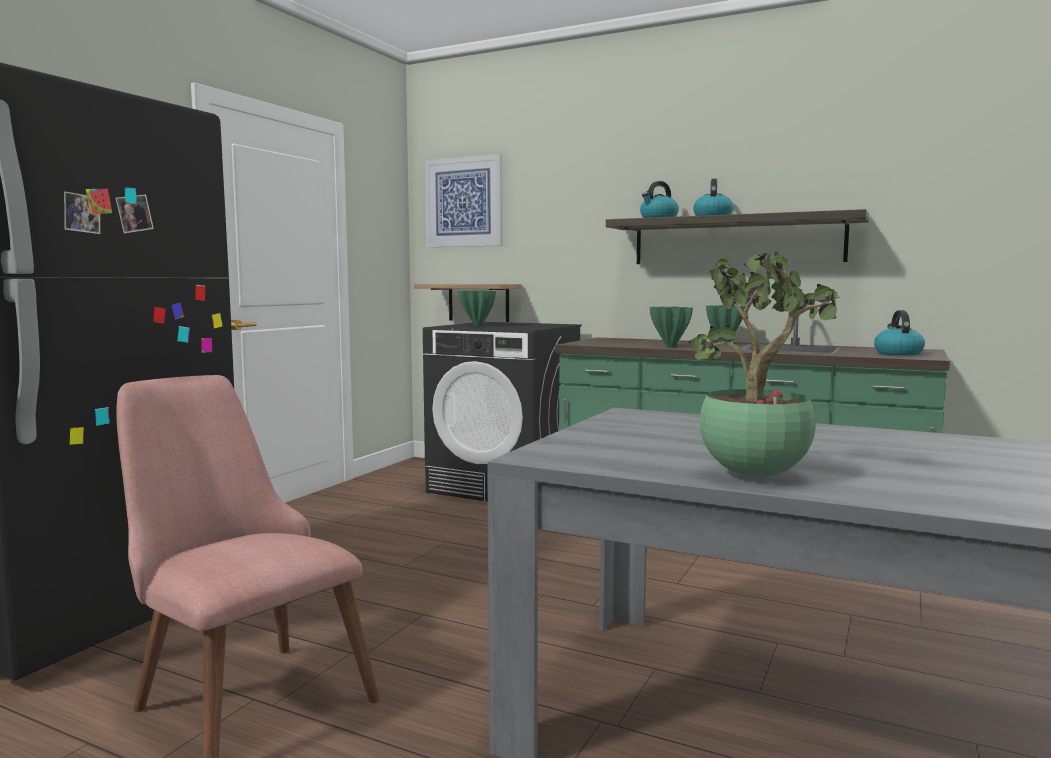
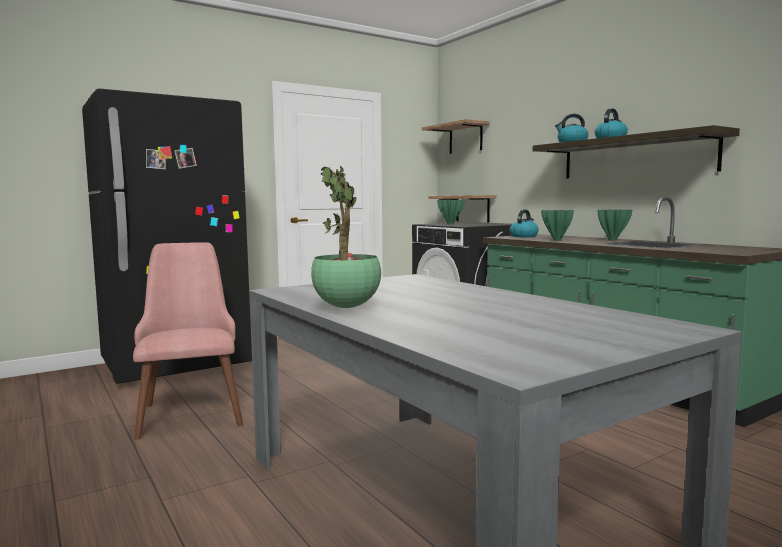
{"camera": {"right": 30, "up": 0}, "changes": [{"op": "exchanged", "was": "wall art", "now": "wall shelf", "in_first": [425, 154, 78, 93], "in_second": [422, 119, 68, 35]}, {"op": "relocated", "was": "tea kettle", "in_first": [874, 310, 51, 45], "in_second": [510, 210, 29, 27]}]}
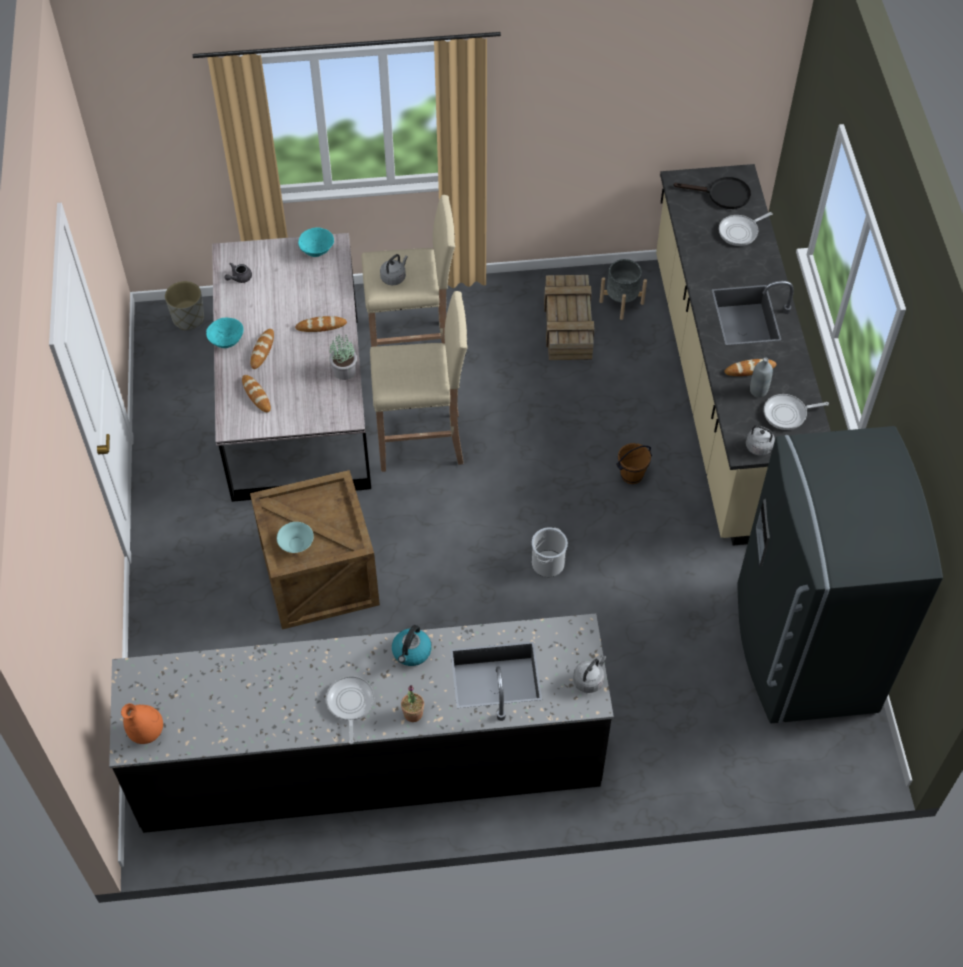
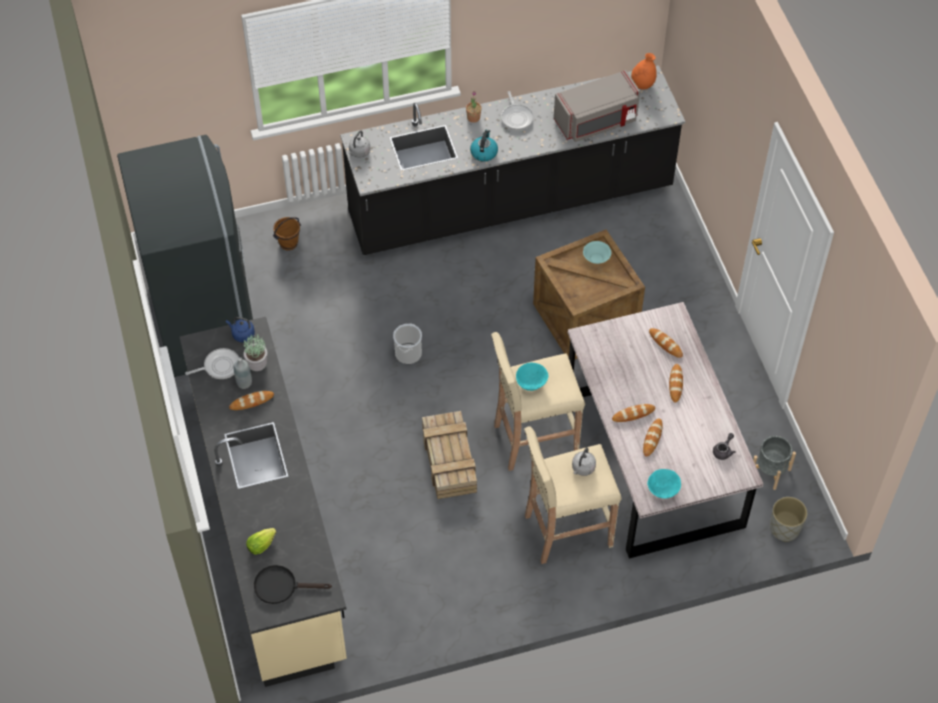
{"camera": {"right": 170, "up": 0}, "changes": [{"op": "relocated", "was": "turquoise-coloured deep dish", "in_first": [206, 318, 38, 30], "in_second": [516, 363, 32, 28]}, {"op": "relocated", "was": "plant in a pot", "in_first": [329, 335, 28, 45], "in_second": [243, 335, 24, 36]}, {"op": "relocated", "was": "shipping crate", "in_first": [544, 275, 50, 85], "in_second": [422, 411, 55, 88]}, {"op": "relocated", "was": "grey plant pot", "in_first": [600, 259, 47, 61], "in_second": [753, 436, 43, 54]}, {"op": "relocated", "was": "brown-coloured water bucket", "in_first": [616, 443, 36, 41], "in_second": [273, 217, 28, 33]}, {"op": "exchanged", "was": "skillet", "now": "head of lettuce", "in_first": [719, 212, 54, 34], "in_second": [246, 528, 30, 27]}, {"op": "colour", "was": "grey tea kettle", "now": "blue-coloured tea kettle", "in_first": [746, 425, 29, 31], "in_second": [226, 317, 29, 25]}, {"op": "appeared", "now": "grey microwave", "in_second": [554, 70, 86, 72]}, {"op": "appeared", "now": "bakery bread", "in_second": [643, 419, 20, 38]}]}
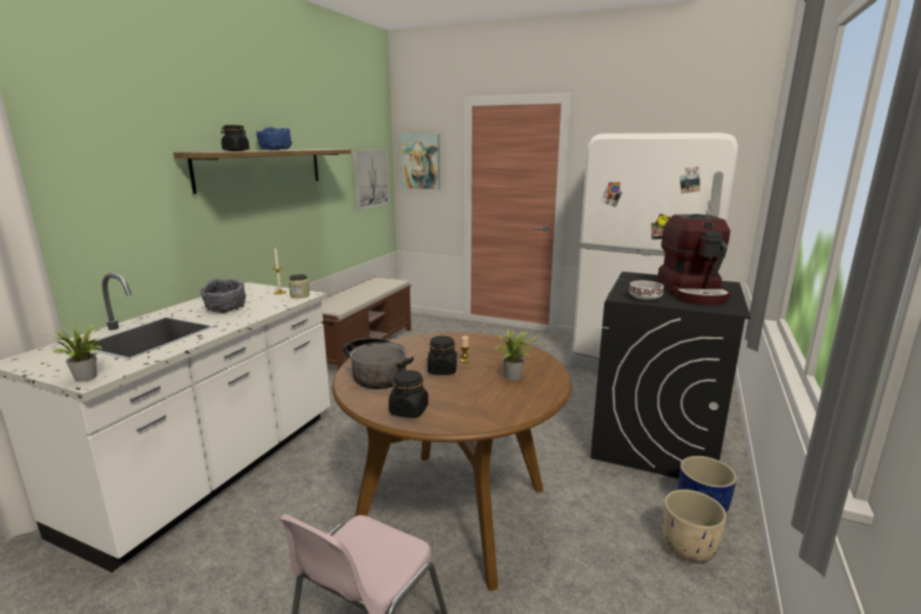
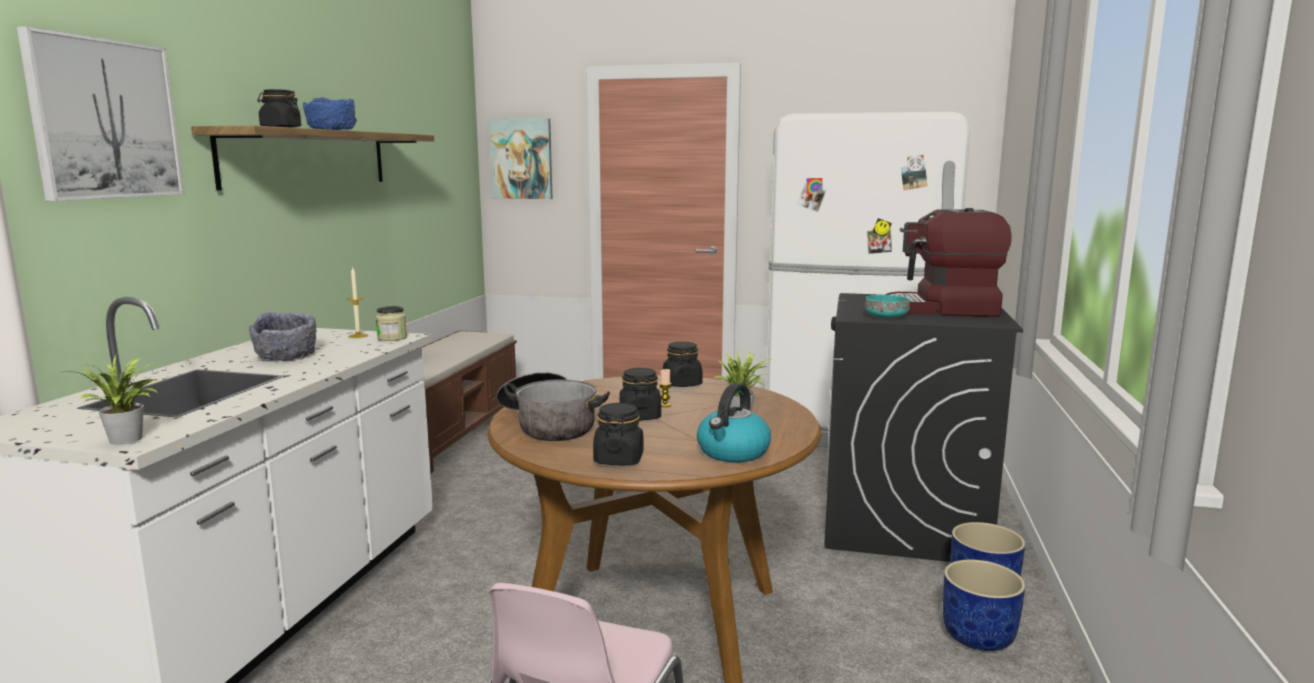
{"camera": {"right": -10, "up": -5}, "changes": [{"op": "relocated", "was": "wall art", "in_first": [353, 150, 37, 60], "in_second": [17, 26, 168, 175]}, {"op": "colour", "was": "white-coloured deep dish", "now": "turquoise-coloured deep dish", "in_first": [629, 280, 35, 20], "in_second": [865, 295, 45, 23]}, {"op": "spun", "was": "coffee maker", "in_first": [657, 214, 75, 92], "in_second": [885, 208, 127, 109], "clockwise": 105}, {"op": "colour", "was": "beige plant pot", "now": "blue-coloured plant pot", "in_first": [662, 489, 65, 74], "in_second": [943, 559, 82, 92]}, {"op": "appeared", "now": "black jar", "in_second": [663, 342, 39, 45]}, {"op": "appeared", "now": "tea kettle", "in_second": [697, 383, 74, 79]}]}
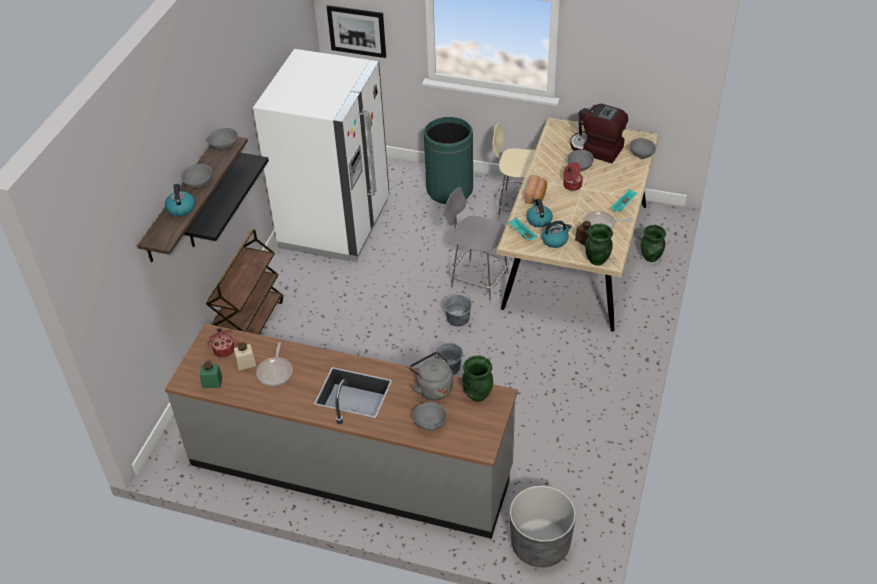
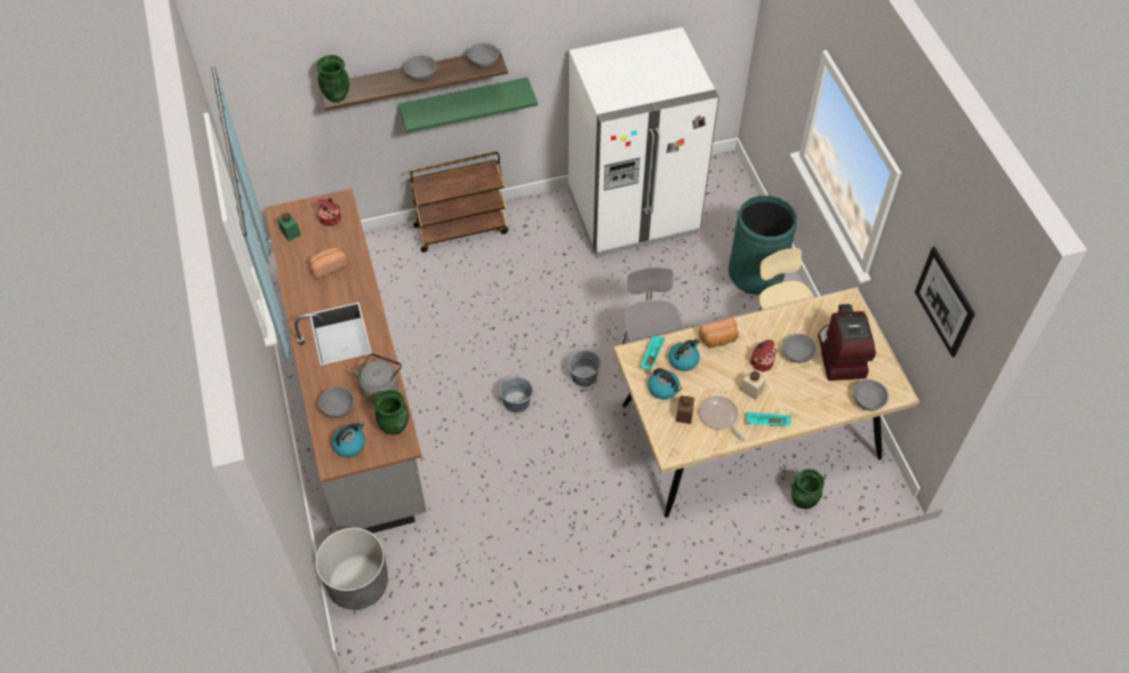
{"camera": {"right": 55, "up": 10}, "changes": [{"op": "relocated", "was": "tea kettle", "in_first": [165, 184, 30, 32], "in_second": [332, 421, 33, 36]}, {"op": "colour", "was": "black wall shelf", "now": "green-coloured wall shelf", "in_first": [184, 153, 85, 94], "in_second": [399, 77, 139, 56]}, {"op": "relocated", "was": "beige jar", "in_first": [234, 343, 22, 28], "in_second": [740, 370, 26, 30]}, {"op": "exchanged", "was": "skillet", "now": "bakery bread", "in_first": [256, 342, 37, 44], "in_second": [309, 247, 39, 32]}, {"op": "relocated", "was": "wall art", "in_first": [327, 5, 59, 53], "in_second": [915, 246, 60, 112]}, {"op": "relocated", "was": "green-coloured flower vase", "in_first": [585, 224, 28, 42], "in_second": [316, 55, 33, 48]}]}
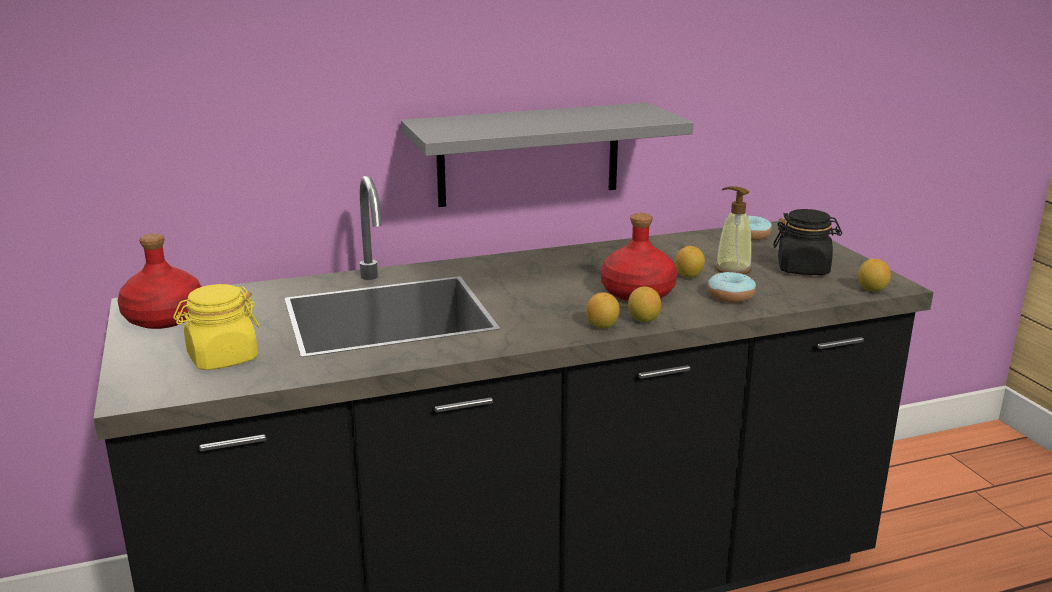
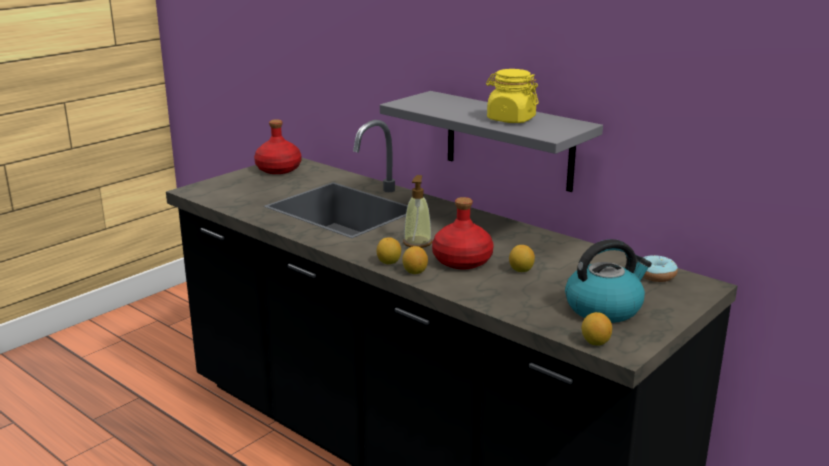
{"camera": {"right": 60, "up": 0}, "changes": [{"op": "relocated", "was": "yellowish jar", "in_first": [173, 284, 87, 86], "in_second": [486, 69, 53, 54]}, {"op": "missing", "was": "doughnut", "in_first": [707, 272, 49, 31]}, {"op": "relocated", "was": "soap dispenser", "in_first": [715, 186, 37, 88], "in_second": [403, 175, 29, 73]}, {"op": "exchanged", "was": "black jar", "now": "tea kettle", "in_first": [773, 209, 69, 66], "in_second": [565, 239, 87, 84]}]}
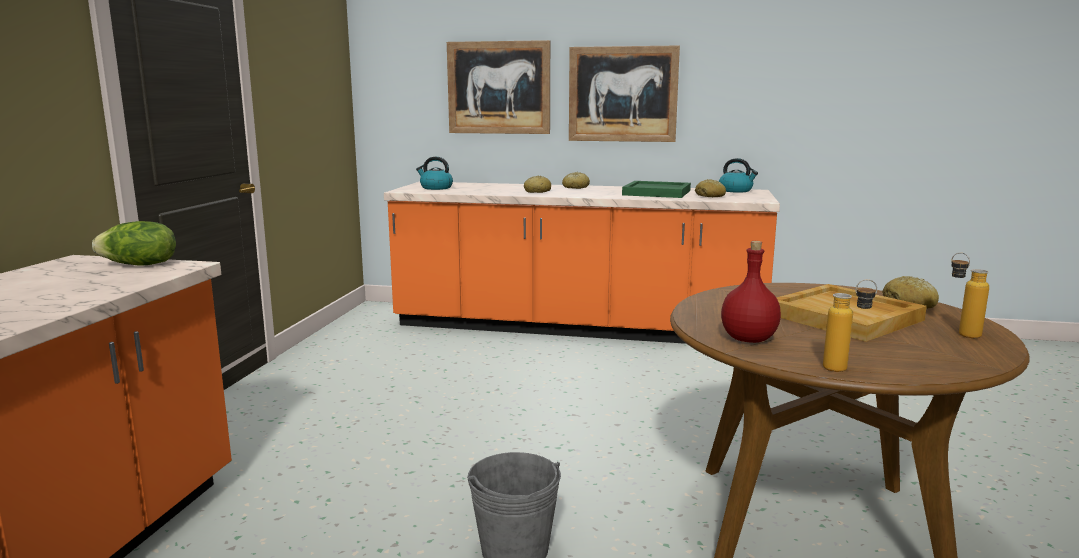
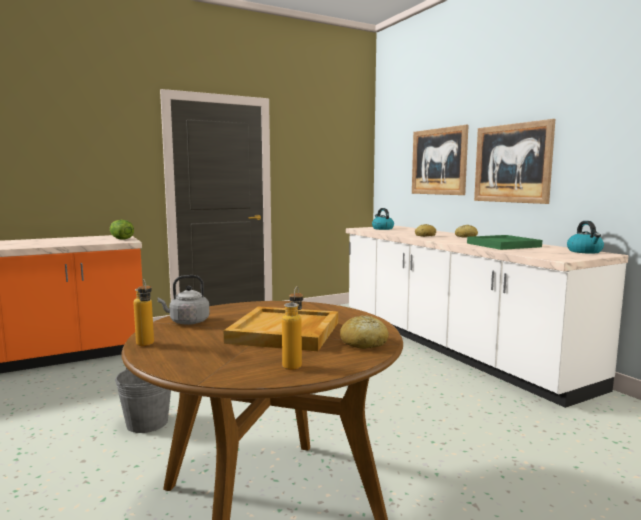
{"camera": {"right": 50, "up": -5}, "changes": [{"op": "colour", "was": "orange-coloured kitchen base unit", "now": "white-coloured kitchen base unit", "in_first": [384, 181, 396, 163], "in_second": [346, 226, 283, 182]}, {"op": "missing", "was": "bakery bread", "in_first": [695, 179, 31, 18]}, {"op": "exchanged", "was": "red drink bottle", "now": "grey tea kettle", "in_first": [721, 241, 60, 102], "in_second": [157, 275, 53, 50]}]}
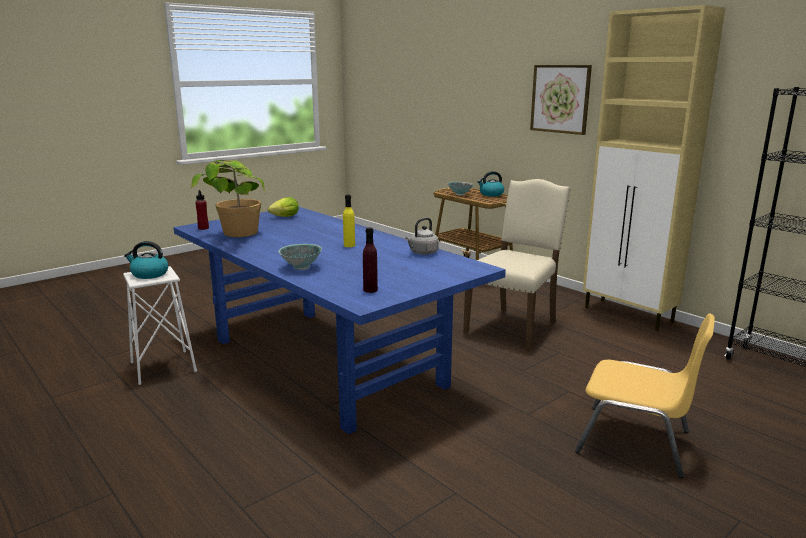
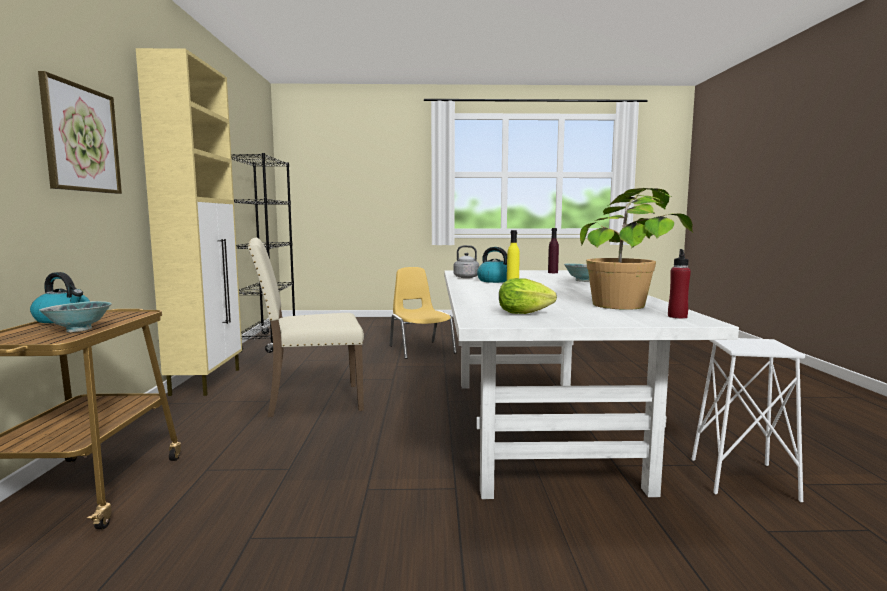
{"camera": {"right": -140, "up": -10}, "changes": [{"op": "relocated", "was": "tea kettle", "in_first": [124, 241, 44, 38], "in_second": [477, 247, 30, 36]}, {"op": "colour", "was": "blue-coloured dining table", "now": "white-coloured dining table", "in_first": [173, 207, 333, 227], "in_second": [444, 270, 295, 229]}]}
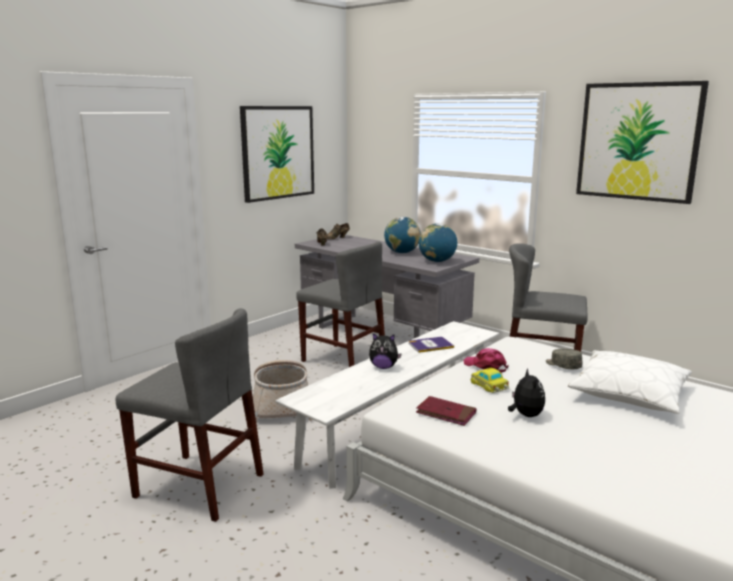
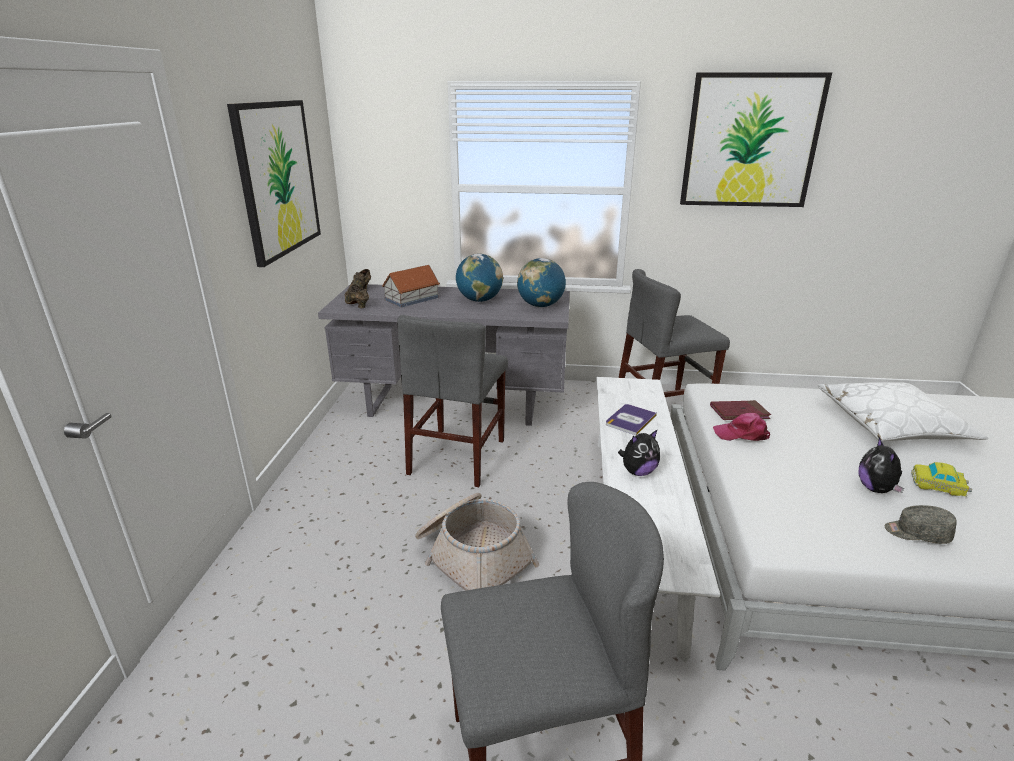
{"camera": {"right": -35, "up": 10}, "changes": [{"op": "spun", "was": "grey upright chair", "in_first": [296, 241, 89, 126], "in_second": [397, 315, 111, 172], "clockwise": 105}, {"op": "relocated", "was": "red book", "in_first": [416, 396, 61, 30], "in_second": [710, 400, 61, 20]}, {"op": "relocated", "was": "miniature car", "in_first": [470, 367, 39, 26], "in_second": [911, 462, 61, 35]}, {"op": "spun", "was": "cuddly toy", "in_first": [508, 369, 37, 48], "in_second": [858, 437, 46, 57], "clockwise": -135}, {"op": "relocated", "was": "grey cap", "in_first": [546, 349, 36, 20], "in_second": [885, 505, 72, 39]}, {"op": "appeared", "now": "model house", "in_second": [382, 265, 58, 42]}]}
